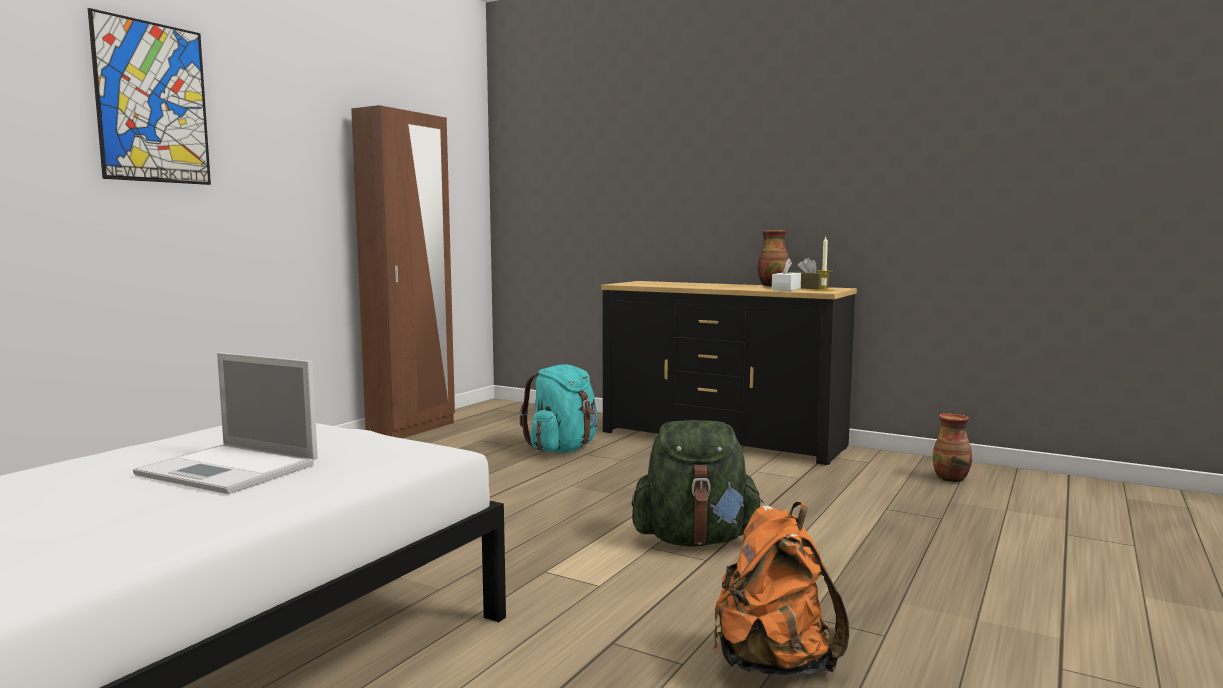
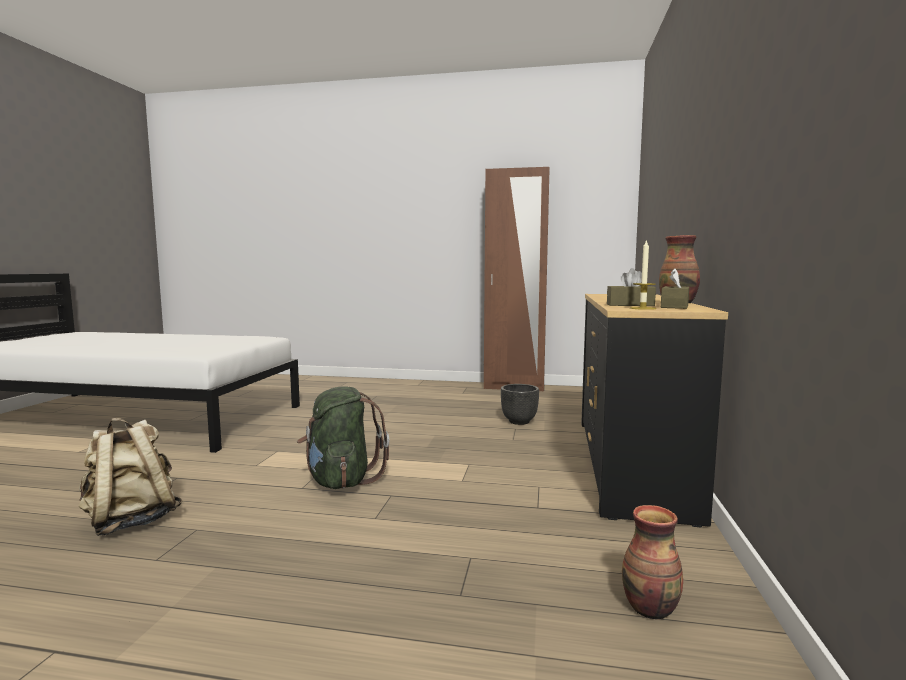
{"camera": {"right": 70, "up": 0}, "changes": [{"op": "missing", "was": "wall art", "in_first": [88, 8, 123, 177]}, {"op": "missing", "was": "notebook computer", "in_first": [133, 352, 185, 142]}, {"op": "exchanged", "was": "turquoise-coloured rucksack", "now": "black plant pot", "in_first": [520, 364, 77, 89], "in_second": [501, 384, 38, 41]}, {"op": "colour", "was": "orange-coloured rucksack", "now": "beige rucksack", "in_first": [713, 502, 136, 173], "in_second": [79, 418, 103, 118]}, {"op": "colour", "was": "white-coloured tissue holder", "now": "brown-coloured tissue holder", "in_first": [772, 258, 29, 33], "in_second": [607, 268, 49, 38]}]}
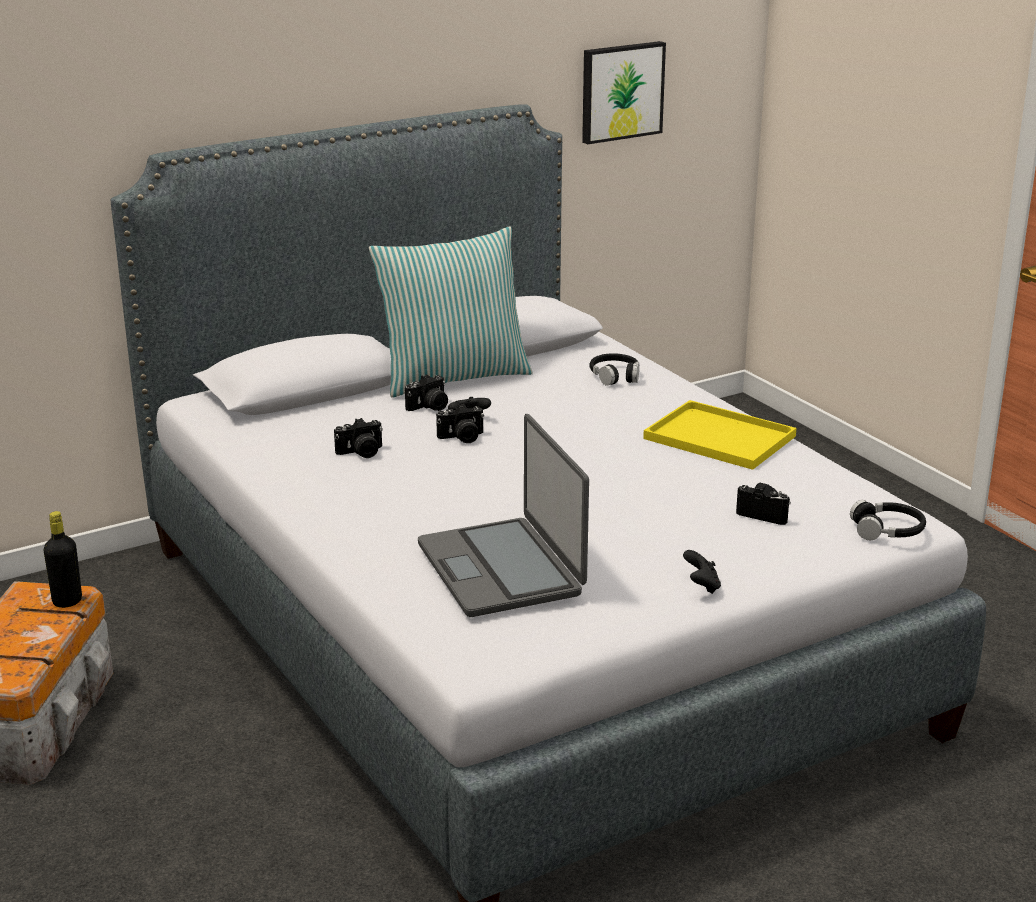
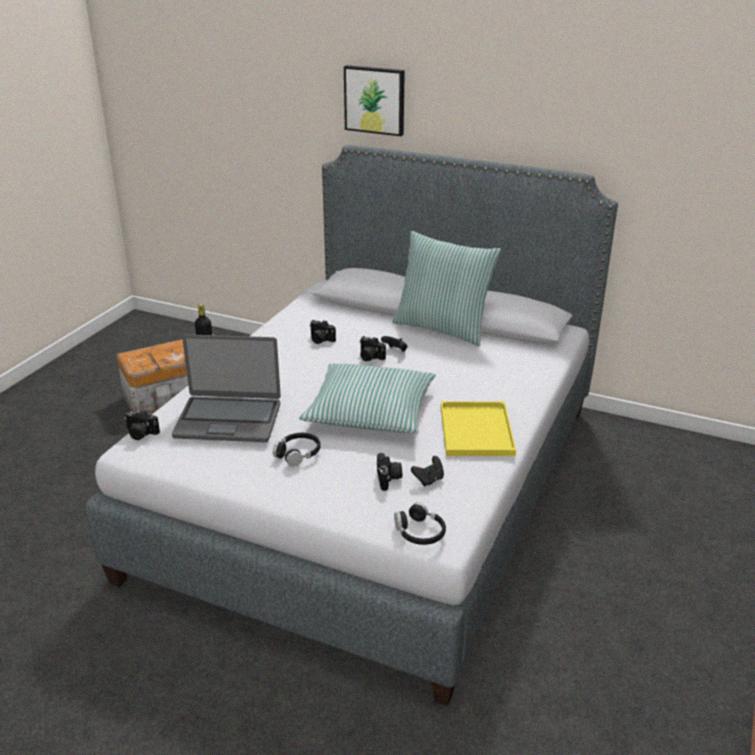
{"camera": {"right": 55, "up": 5}, "changes": [{"op": "relocated", "was": "still camera", "in_first": [405, 375, 43, 36], "in_second": [125, 410, 35, 30]}, {"op": "spun", "was": "notebook computer", "in_first": [418, 414, 171, 203], "in_second": [172, 334, 109, 108], "clockwise": -120}, {"op": "relocated", "was": "wall art", "in_first": [582, 41, 84, 103], "in_second": [344, 65, 61, 71]}, {"op": "relocated", "was": "black headphones", "in_first": [590, 353, 49, 33], "in_second": [273, 433, 48, 34]}, {"op": "relocated", "was": "black gamepad", "in_first": [683, 550, 38, 44], "in_second": [411, 456, 33, 30]}, {"op": "appeared", "now": "cushion", "in_second": [299, 363, 136, 71]}]}
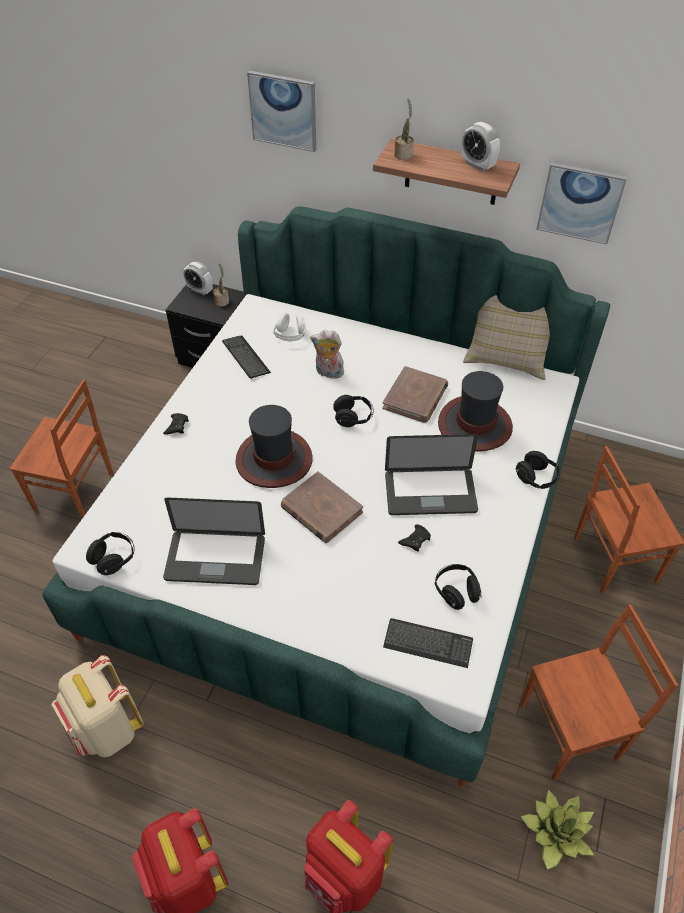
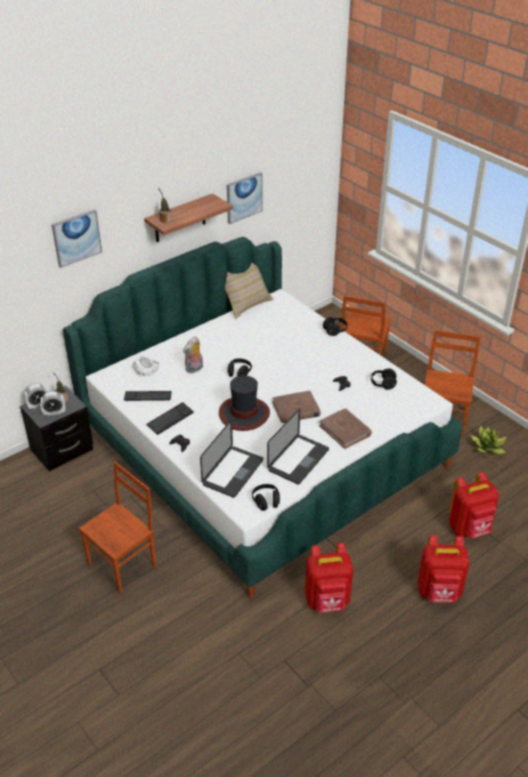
{"camera": {"right": -60, "up": -10}, "changes": [{"op": "colour", "was": "beige rucksack", "now": "red rucksack", "in_first": [52, 655, 92, 102], "in_second": [305, 543, 48, 70]}, {"op": "relocated", "was": "brown-coloured book", "in_first": [382, 366, 66, 57], "in_second": [319, 408, 53, 41]}, {"op": "relocated", "was": "keyboard", "in_first": [383, 618, 90, 50], "in_second": [146, 402, 48, 33]}, {"op": "relocated", "was": "notebook computer", "in_first": [385, 434, 93, 81], "in_second": [200, 420, 63, 78]}, {"op": "missing", "was": "wearable hat", "in_first": [438, 371, 75, 81]}, {"op": "relocated", "was": "table clock", "in_first": [461, 122, 39, 50], "in_second": [40, 391, 25, 25]}]}
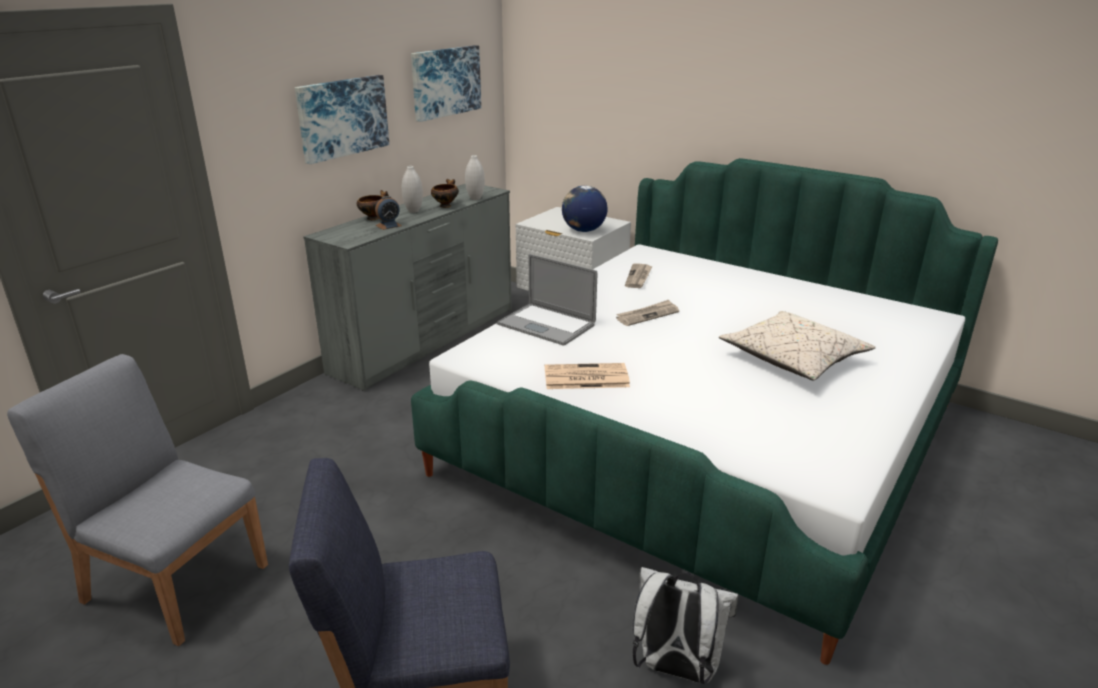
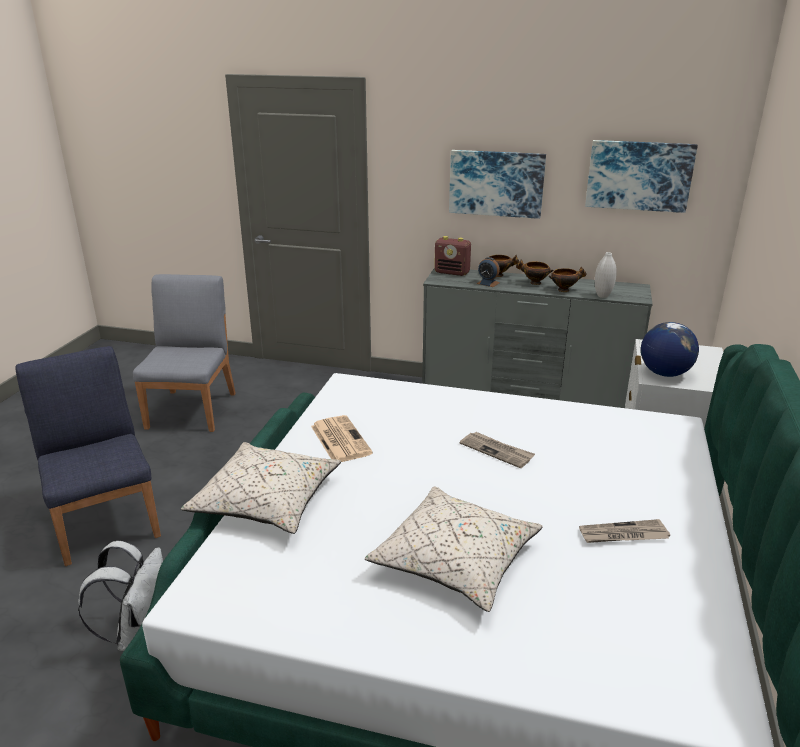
{"camera": {"right": 70, "up": 0}, "changes": [{"op": "exchanged", "was": "white-coloured flower vase", "now": "deep dish", "in_first": [402, 166, 21, 47], "in_second": [516, 259, 37, 26]}, {"op": "missing", "was": "notebook computer", "in_first": [497, 254, 100, 92]}, {"op": "relocated", "was": "daily paper", "in_first": [625, 263, 27, 25], "in_second": [579, 519, 91, 24]}, {"op": "appeared", "now": "beige cushion", "in_second": [181, 442, 160, 92]}, {"op": "appeared", "now": "radio receiver", "in_second": [434, 236, 37, 40]}]}
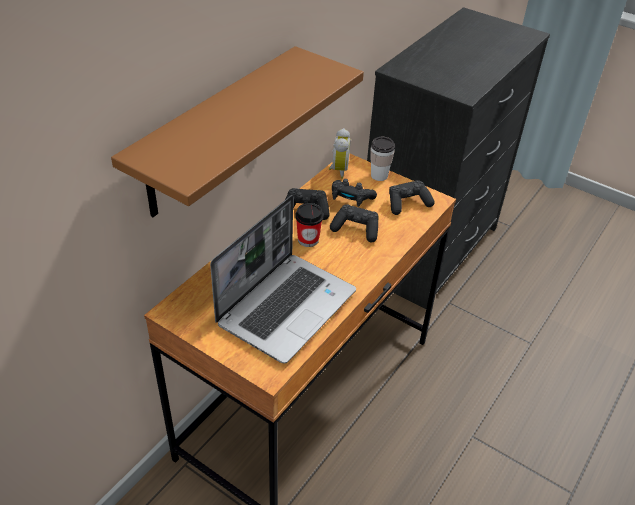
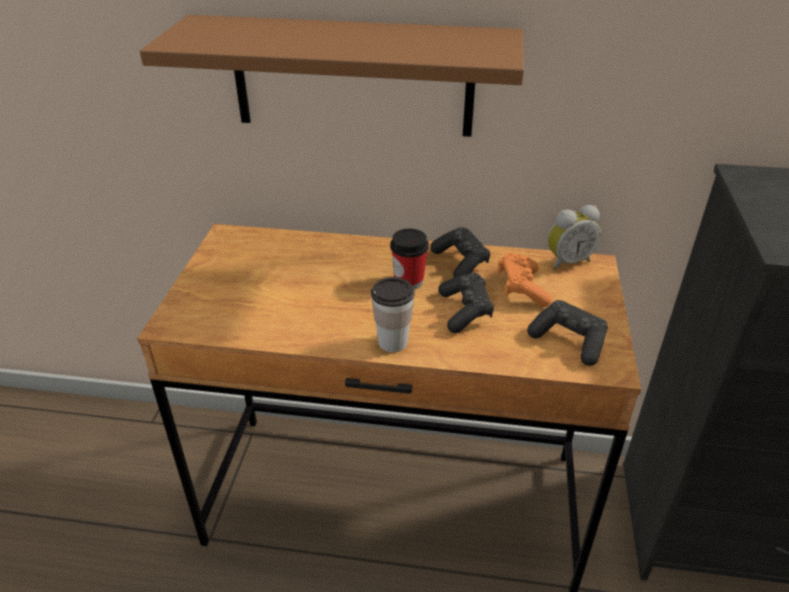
{"camera": {"right": 65, "up": -5}, "changes": [{"op": "missing", "was": "notebook computer", "in_first": [210, 195, 146, 169]}, {"op": "colour", "was": "black gamepad", "now": "orange-coloured gamepad", "in_first": [332, 179, 45, 28], "in_second": [498, 252, 53, 55]}, {"op": "relocated", "was": "cup", "in_first": [370, 137, 25, 44], "in_second": [371, 277, 44, 75]}]}
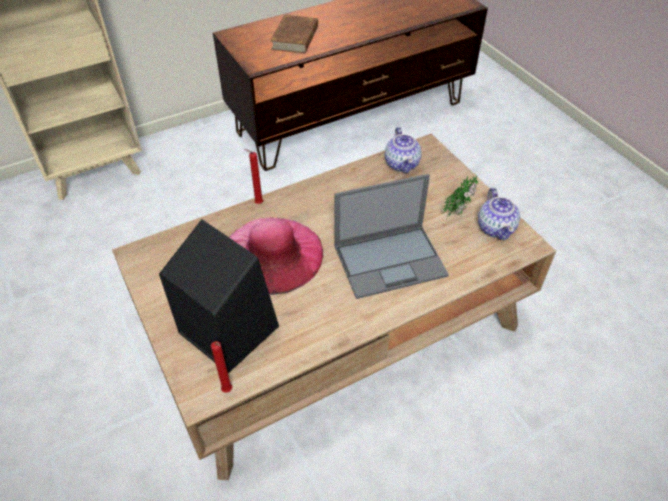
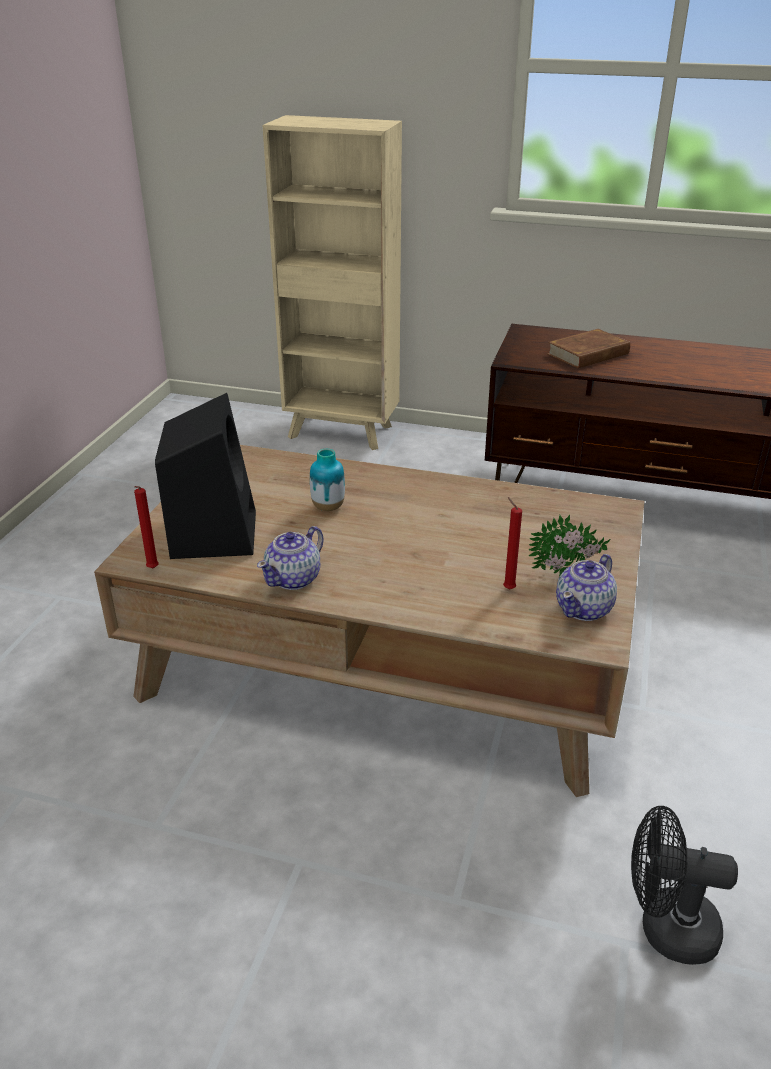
{"camera": {"right": 45, "up": -15}, "changes": [{"op": "exchanged", "was": "pinkish wearable hat", "now": "flower vase", "in_first": [229, 217, 94, 78], "in_second": [310, 449, 35, 62]}, {"op": "relocated", "was": "red wax light", "in_first": [244, 149, 19, 55], "in_second": [503, 497, 19, 93]}, {"op": "missing", "was": "notebook computer", "in_first": [334, 174, 115, 125]}, {"op": "relocated", "was": "teapot", "in_first": [385, 127, 37, 46], "in_second": [257, 526, 67, 64]}, {"op": "appeared", "now": "black fan", "in_second": [631, 806, 107, 159]}]}
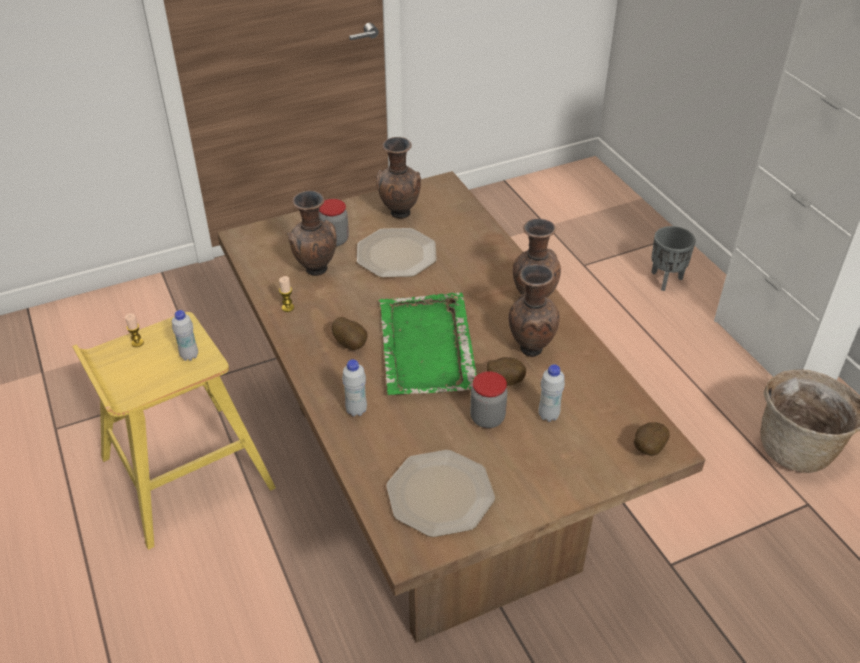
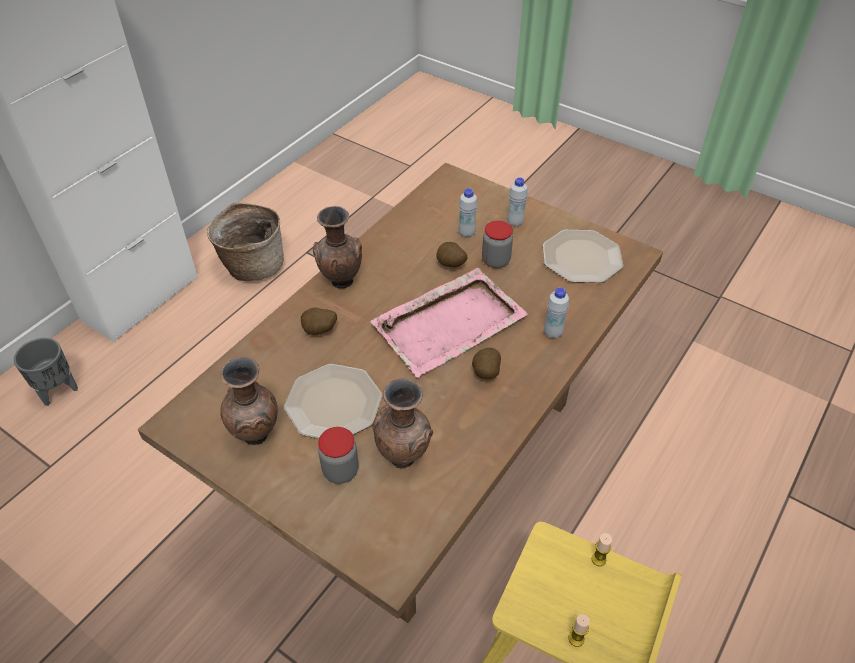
{"camera": {"right": -120, "up": 5}, "changes": [{"op": "relocated", "was": "white-coloured drink bottle", "in_first": [172, 310, 26, 51], "in_second": [507, 177, 21, 50]}, {"op": "relocated", "was": "wax light", "in_first": [279, 276, 15, 36], "in_second": [591, 533, 21, 33]}, {"op": "colour", "was": "green-coloured carrying tray", "now": "pinkish carrying tray", "in_first": [379, 292, 98, 103], "in_second": [370, 268, 158, 110]}, {"op": "missing", "was": "brown-coloured flower vase", "in_first": [508, 264, 52, 93]}, {"op": "relocated", "was": "whole potato", "in_first": [634, 422, 36, 34], "in_second": [301, 308, 36, 27]}]}
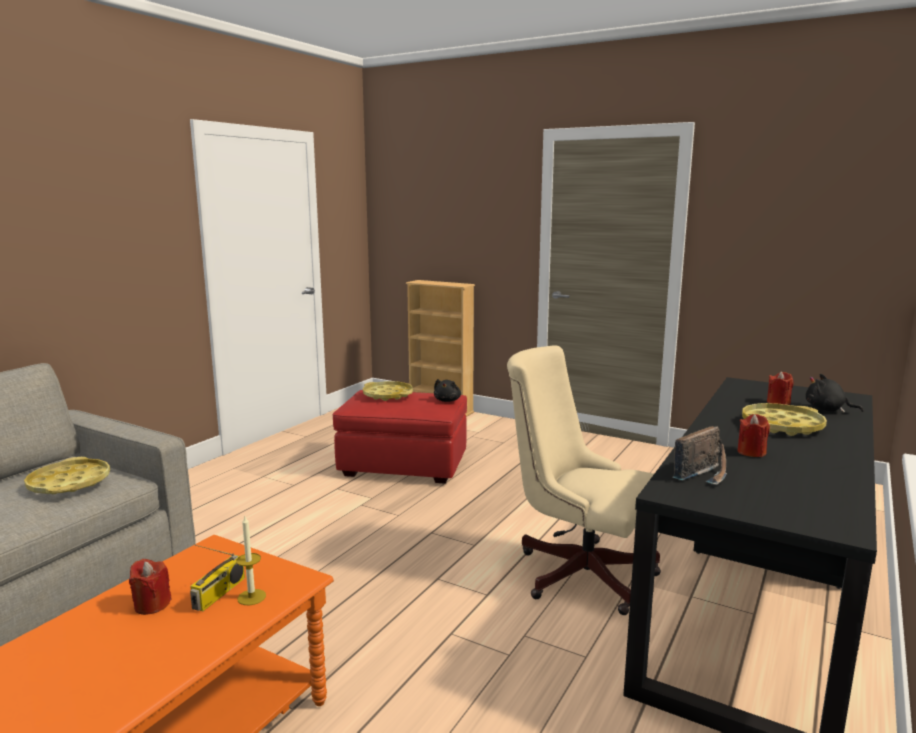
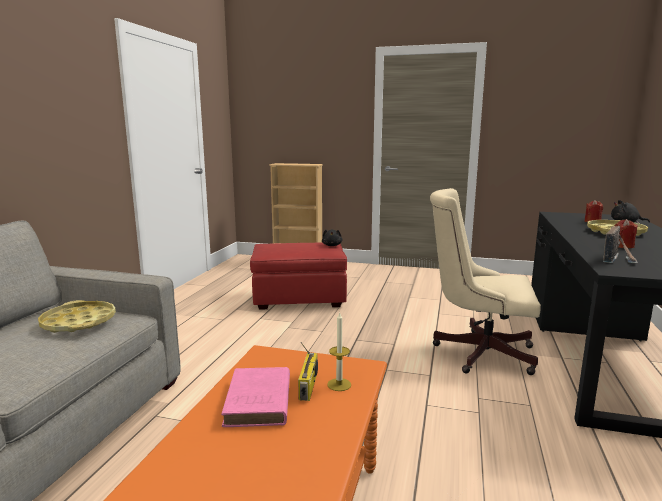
{"camera": {"right": -15, "up": 0}, "changes": [{"op": "exchanged", "was": "red wax light", "now": "pinkish book", "in_first": [129, 559, 43, 56], "in_second": [221, 367, 69, 60]}, {"op": "missing", "was": "yellowish carrying tray", "in_first": [363, 381, 50, 20]}]}
